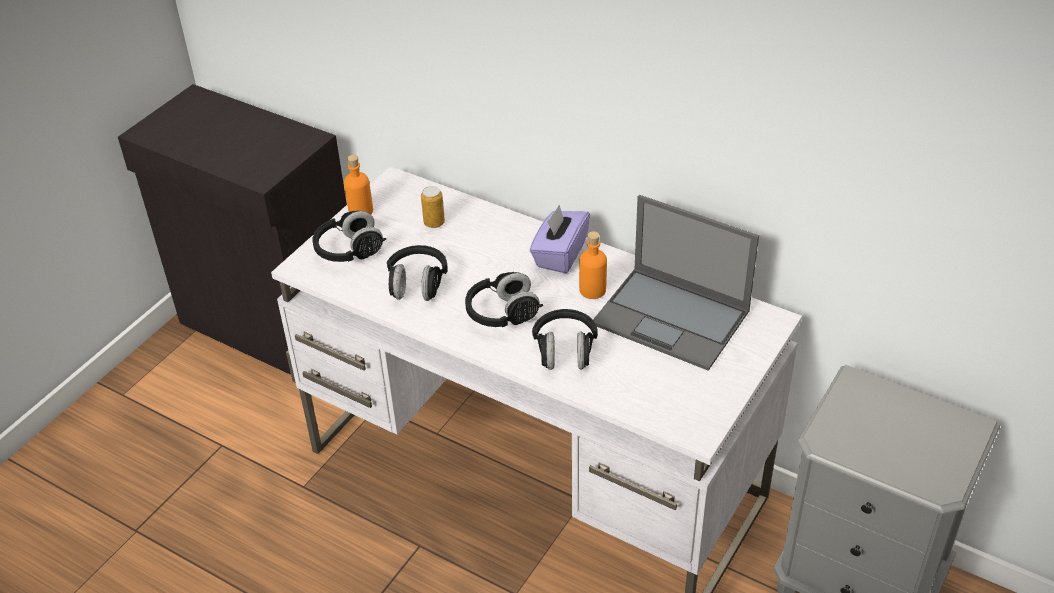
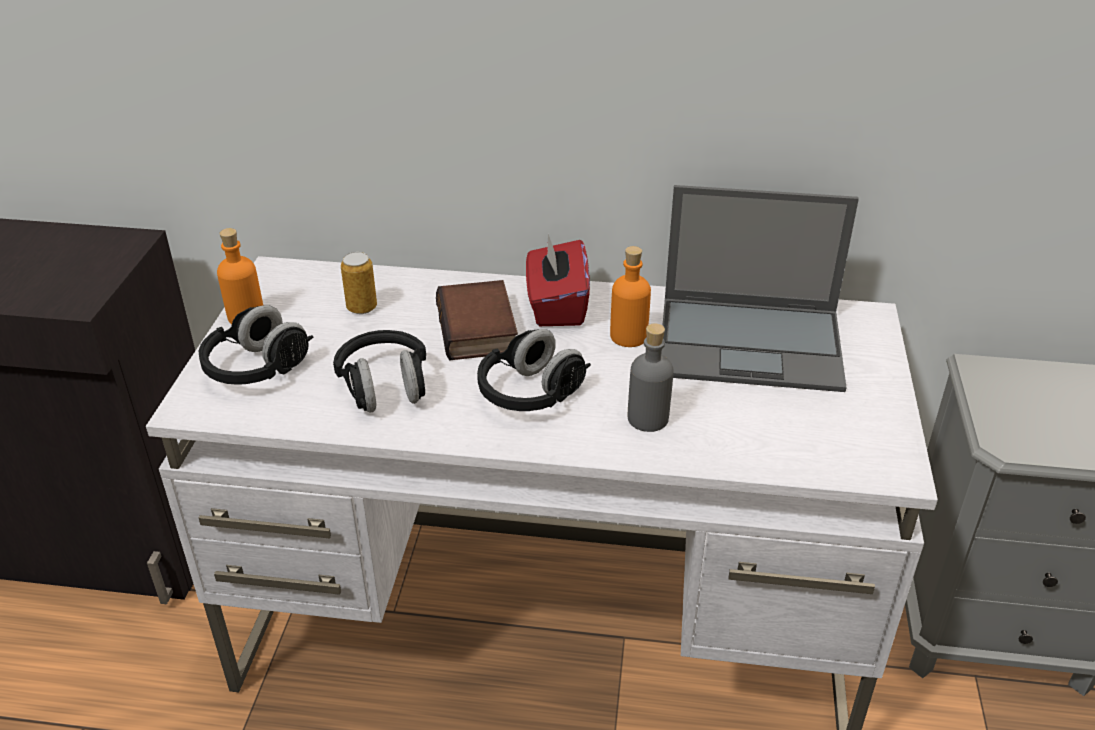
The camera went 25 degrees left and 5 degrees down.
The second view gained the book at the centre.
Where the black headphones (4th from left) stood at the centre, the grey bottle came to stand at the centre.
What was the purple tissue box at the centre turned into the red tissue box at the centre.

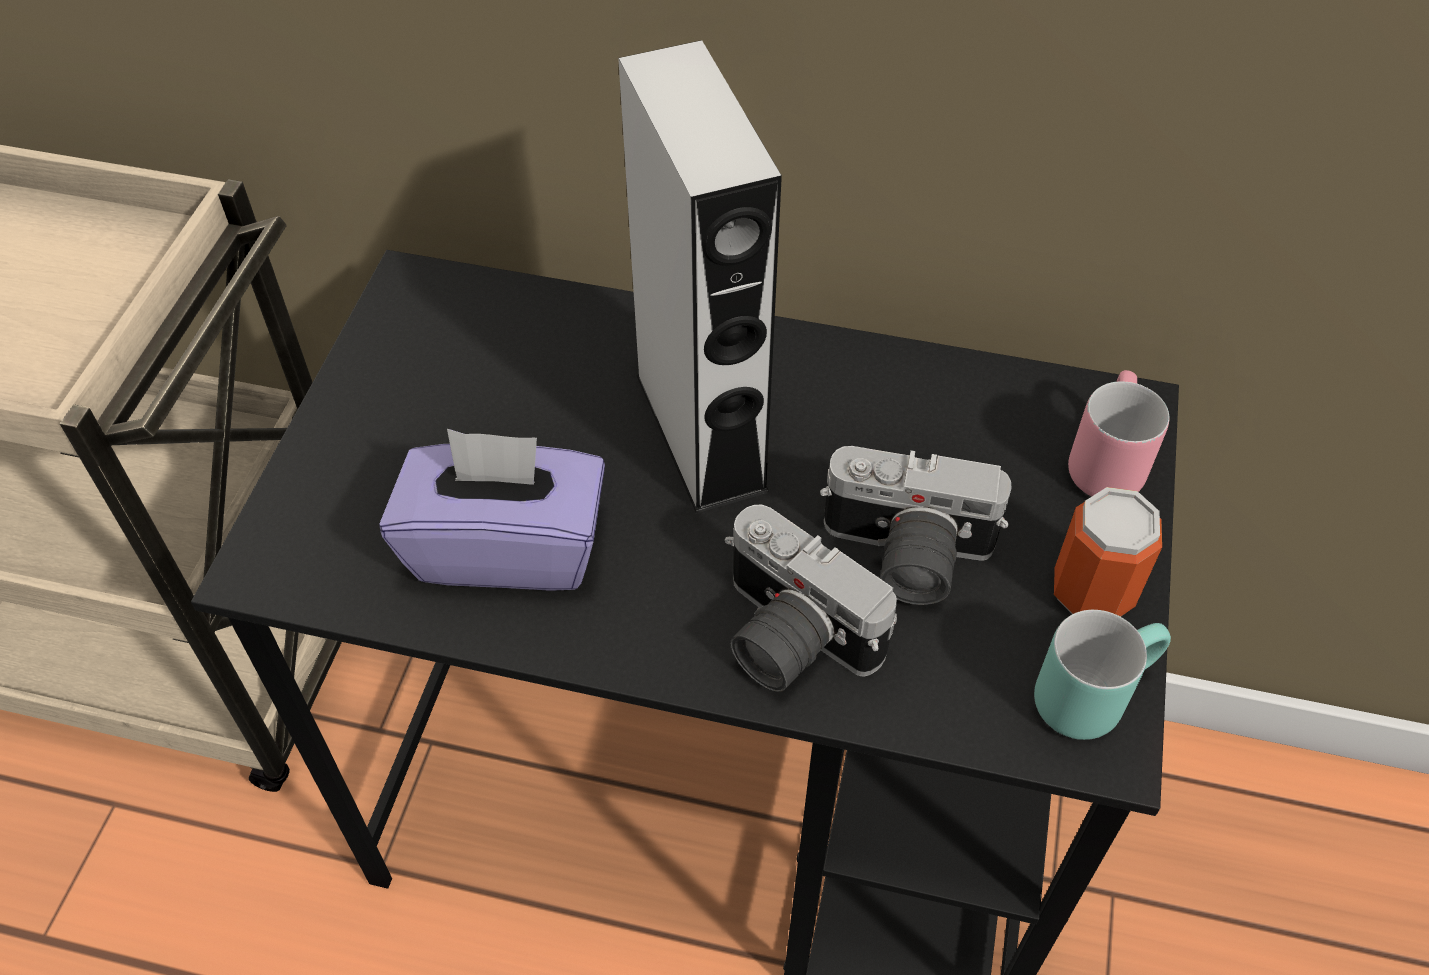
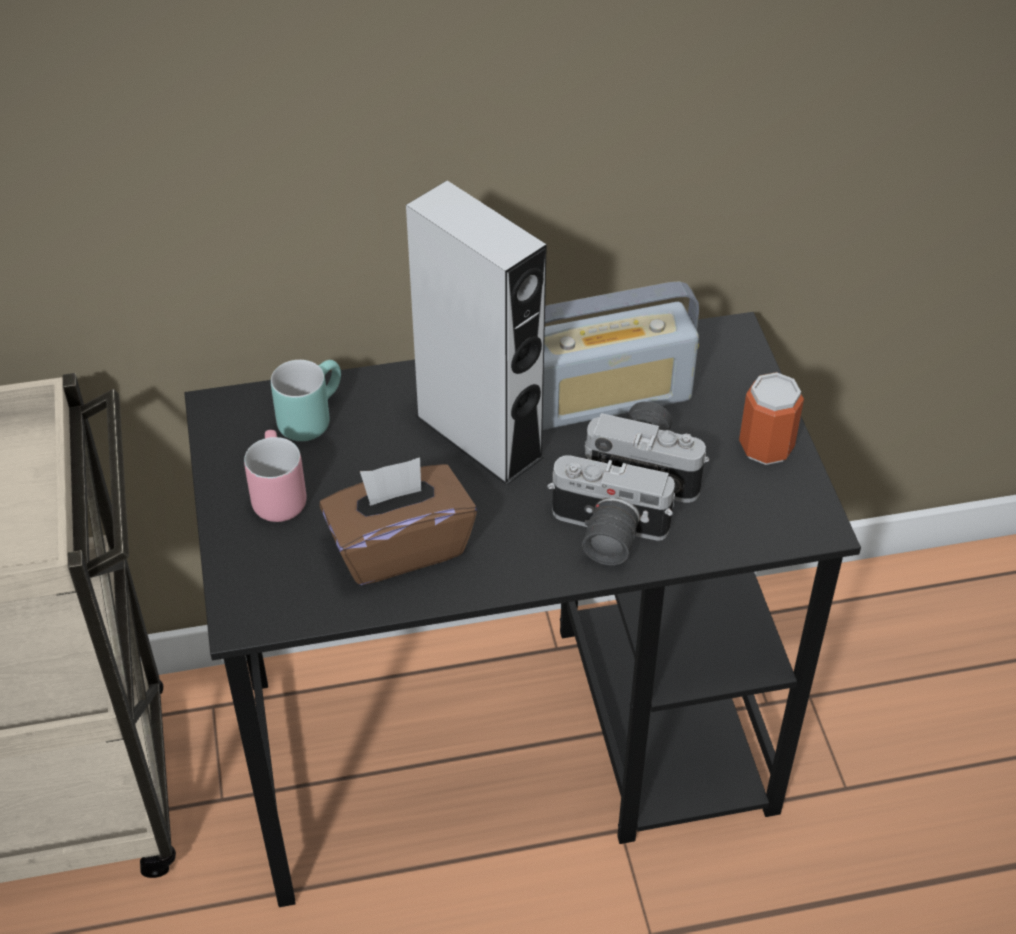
The camera went 25 degrees left and 5 degrees down.
The second view gained the radio at the centre.
The turquoise mug ended up elsewhere, having gone from the bottom right to the middle left.
The pink mug ended up elsewhere, having gone from the middle right to the middle left.
What was the purple tissue box at the centre turned into the brown tissue box at the centre.
The photo camera (2nd from left) at the centre ended up facing another way, 150 degrees counterclockwise from before.

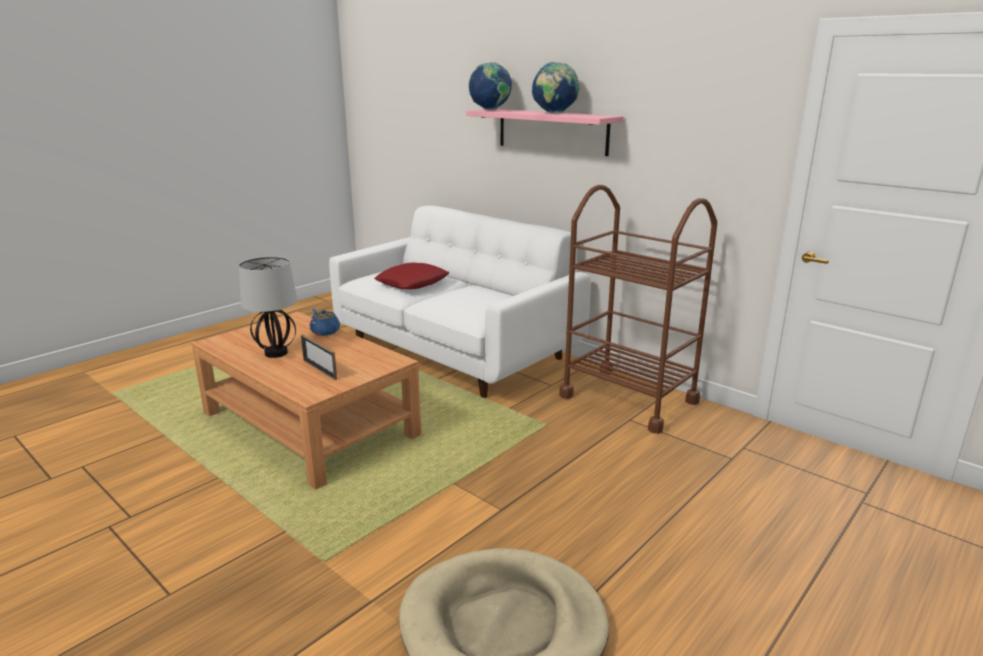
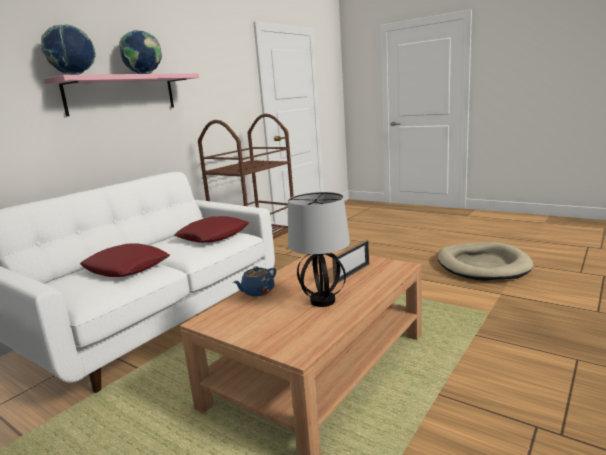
The camera went 95 degrees left and 5 degrees down.
The second view gained the red pillow (2nd from left) at the centre.

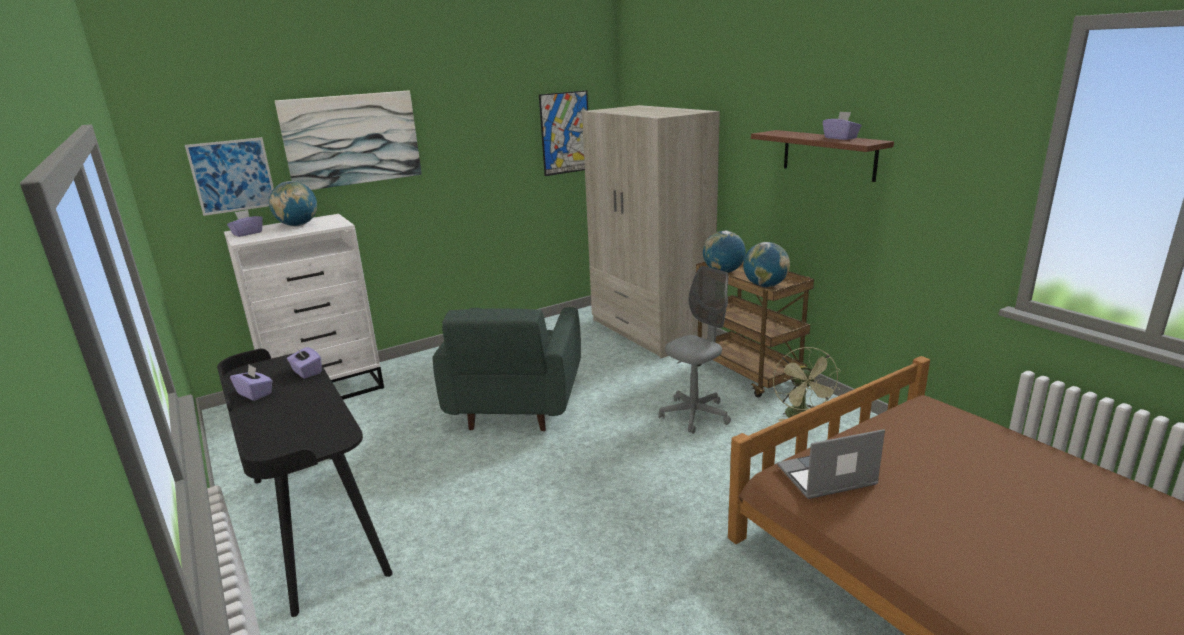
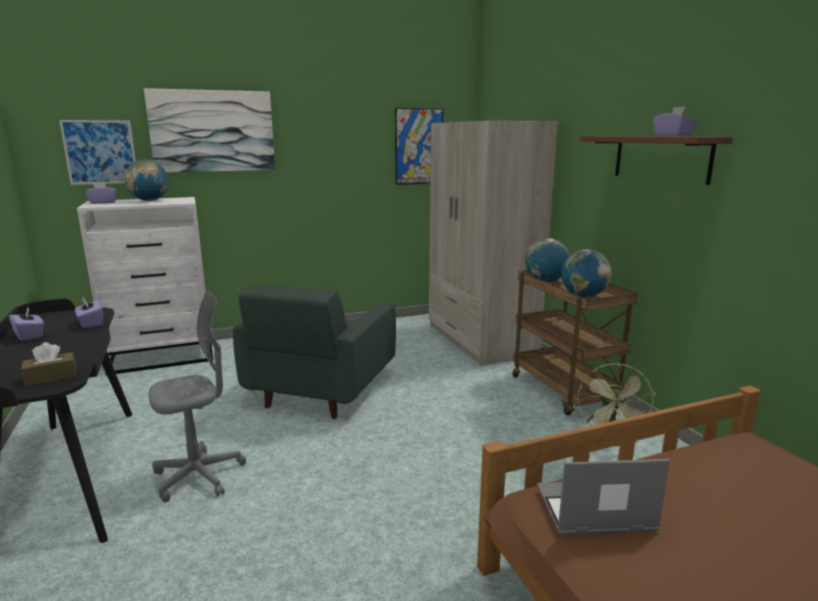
The camera went 10 degrees right and 5 degrees down.
The second view gained the brown tissue box at the middle left.
The grey office chair ended up elsewhere, having gone from the centre to the middle left.

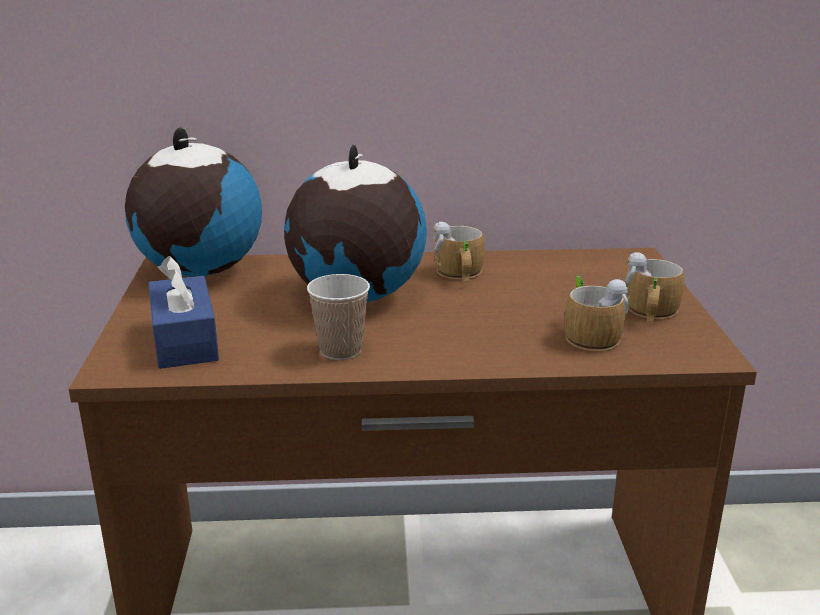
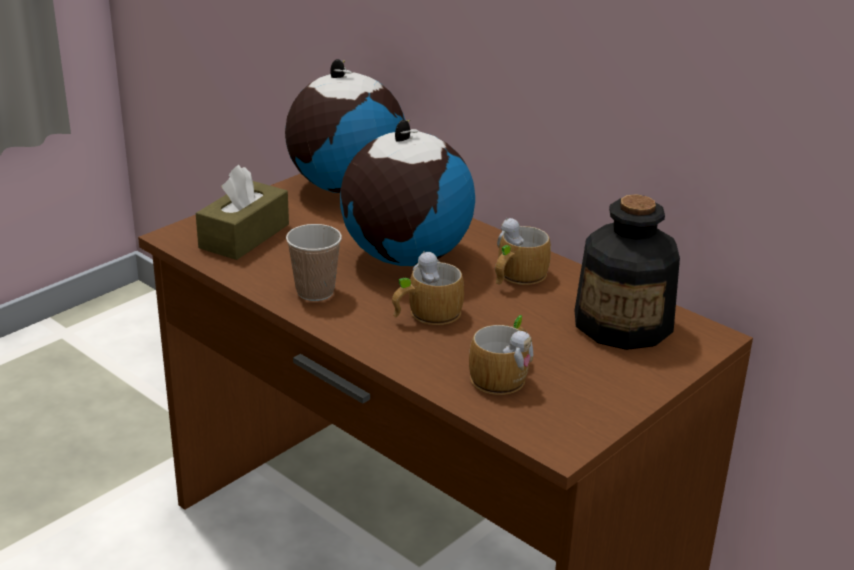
The camera went 45 degrees right and 5 degrees up.
The second view gained the bottle at the middle right.
The mug (3rd from left in the first image) ended up elsewhere, having gone from the middle right to the centre.
What was the blue tissue box at the middle left turned into the brown tissue box at the middle left.

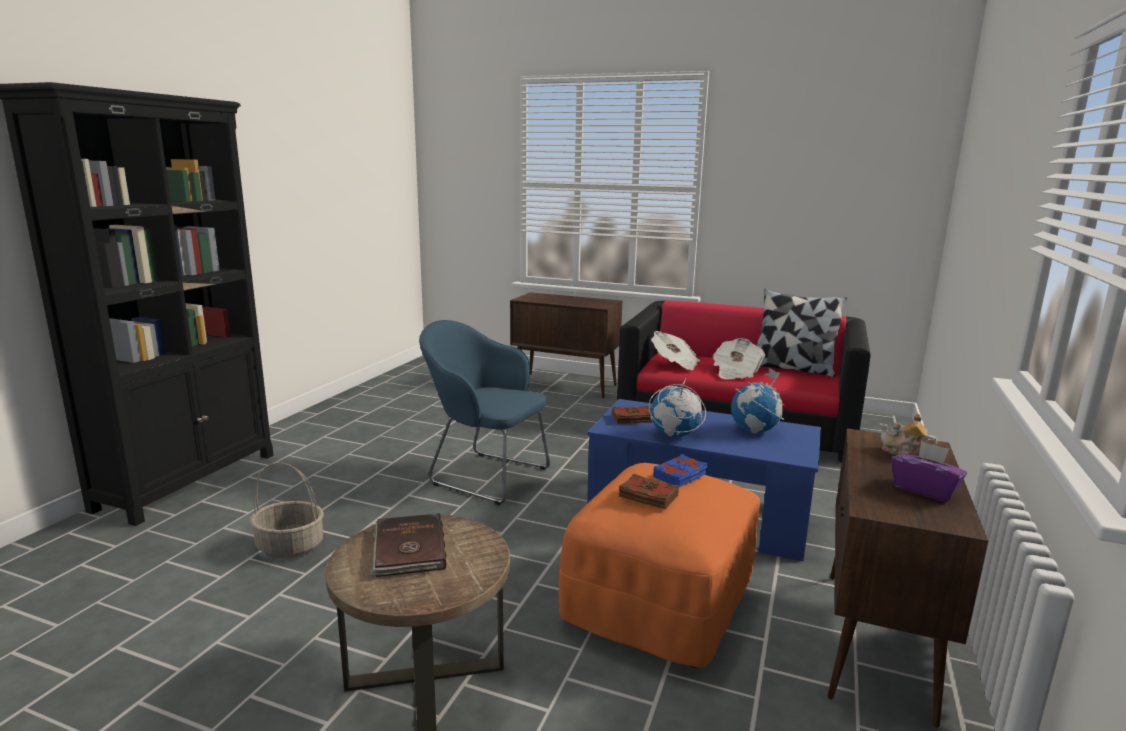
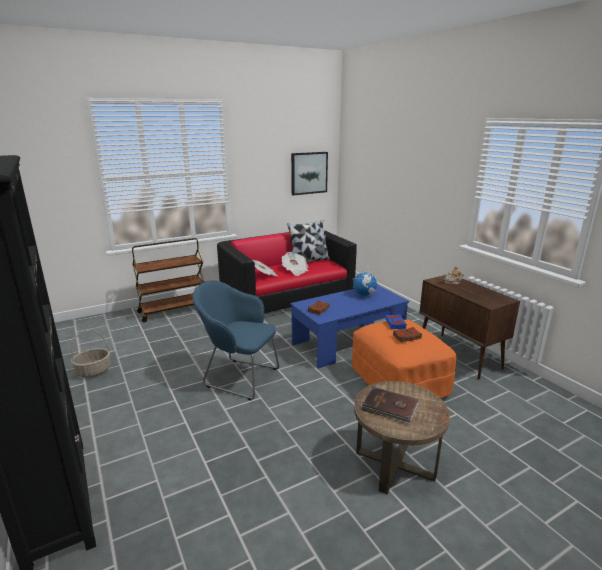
The camera went 50 degrees left and 5 degrees up.
The second view lost the globe (1st from left) at the centre.
The second view lost the purple tissue box at the middle right.
The second view gained the picture at the top centre.
The basket ended up elsewhere, having gone from the bottom left to the middle left.
Where the brown cabinet (1st from left) stood at the centre, the brown cart came to stand at the middle left.
The blue armchair at the centre ended up facing another way, 45 degrees clockwise from before.

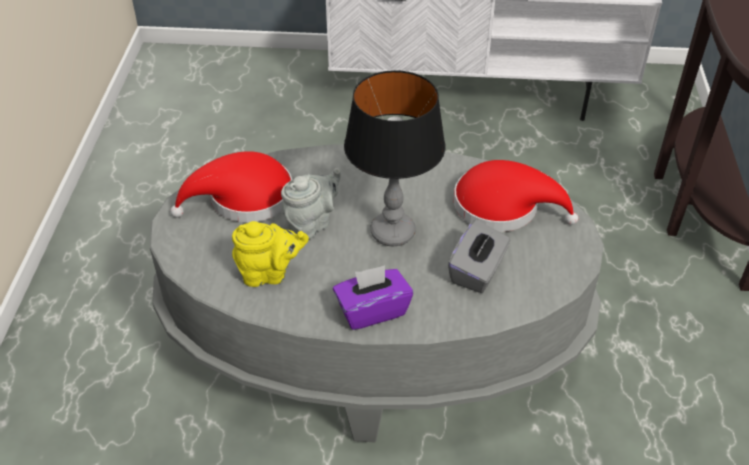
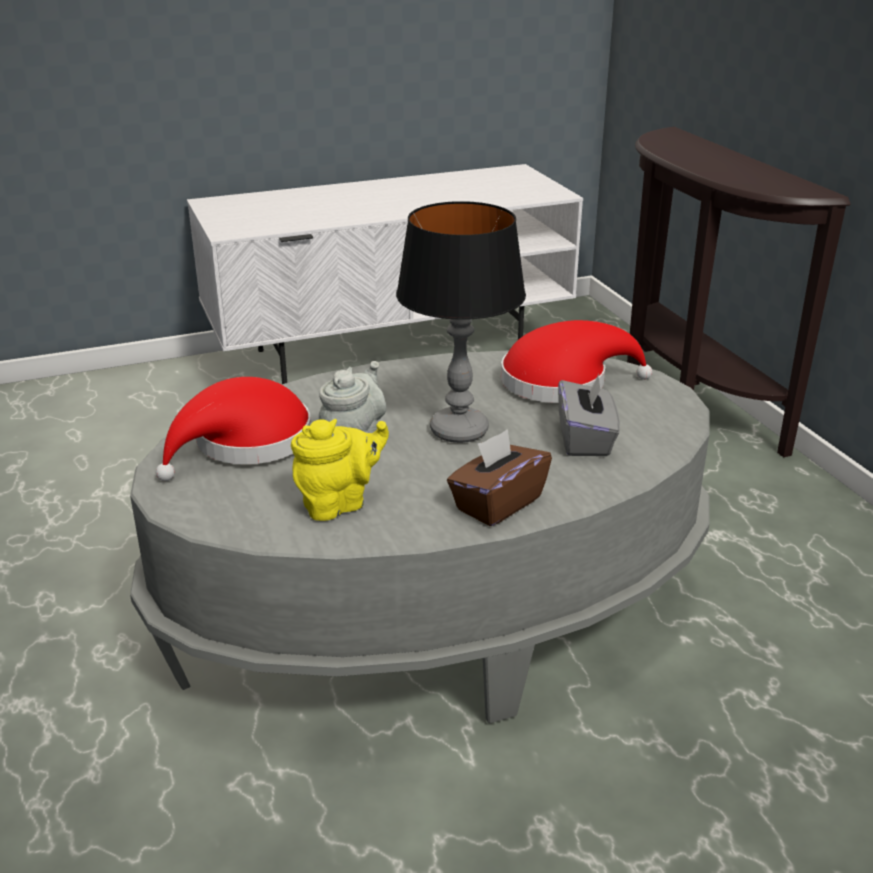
The camera went 25 degrees left and 15 degrees down.
What was the purple tissue box at the centre turned into the brown tissue box at the centre.

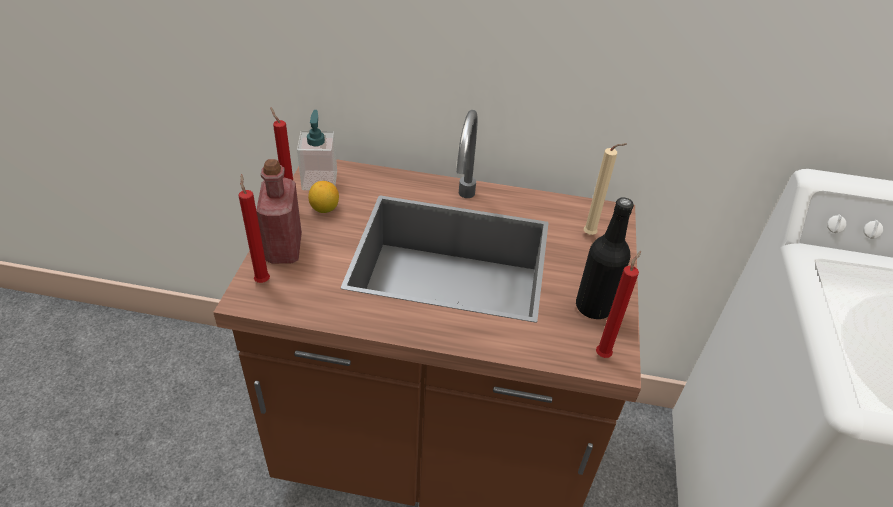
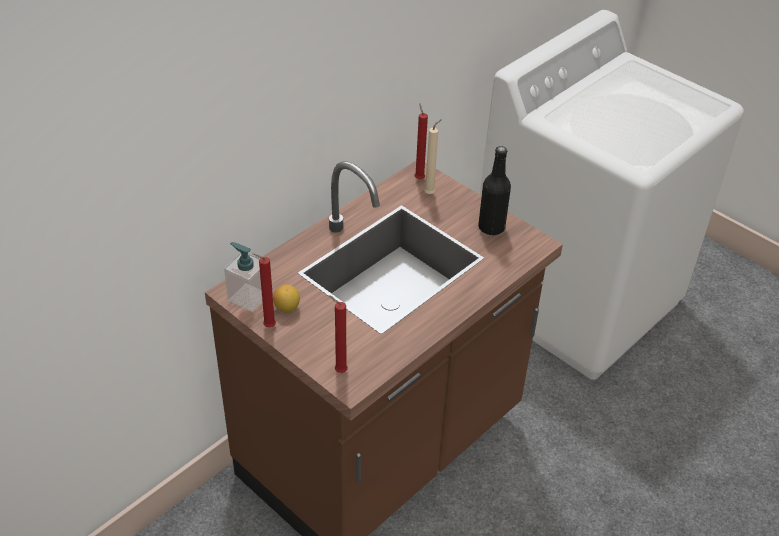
The camera went 55 degrees left and 0 degrees up.
The second view lost the red bottle at the middle left.
The red candle (3rd from left) ended up elsewhere, having gone from the middle right to the top centre.

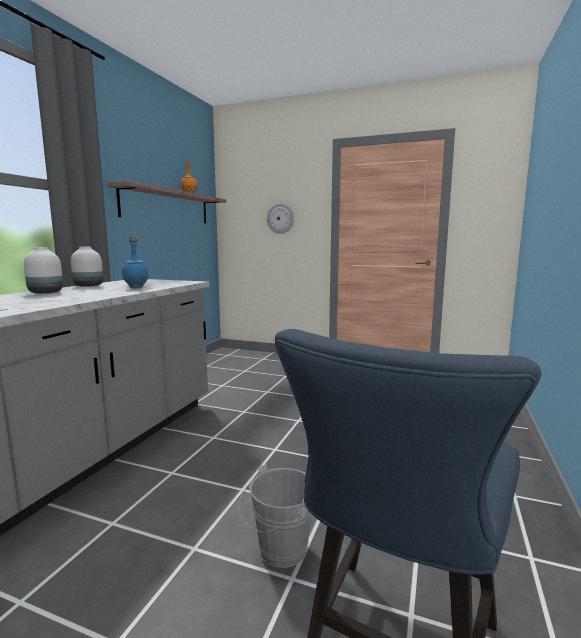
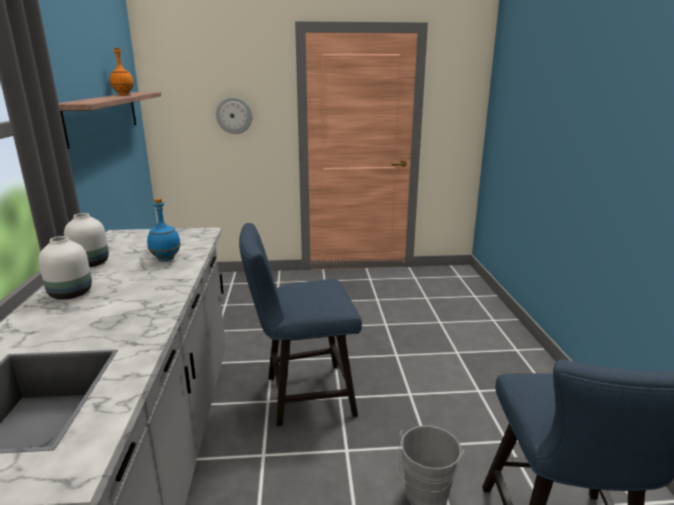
The camera went 25 degrees left and 10 degrees up.
The second view gained the blue chair (1st from left) at the centre.

